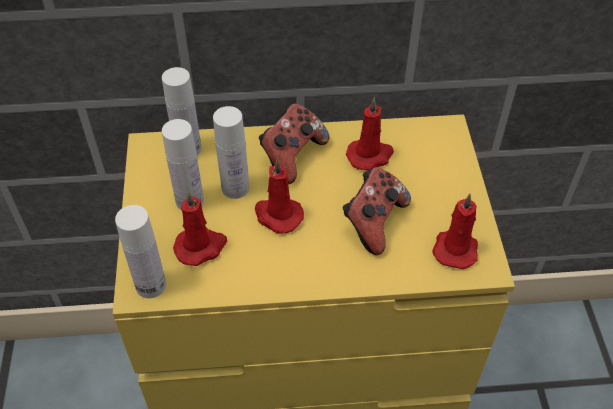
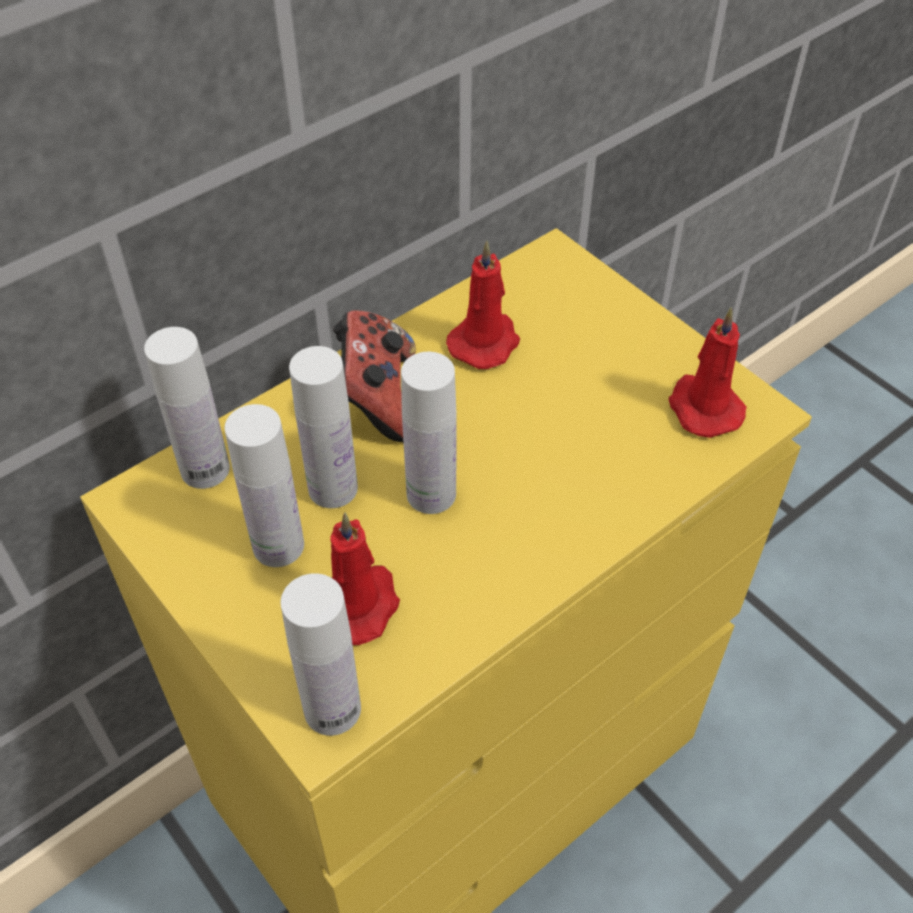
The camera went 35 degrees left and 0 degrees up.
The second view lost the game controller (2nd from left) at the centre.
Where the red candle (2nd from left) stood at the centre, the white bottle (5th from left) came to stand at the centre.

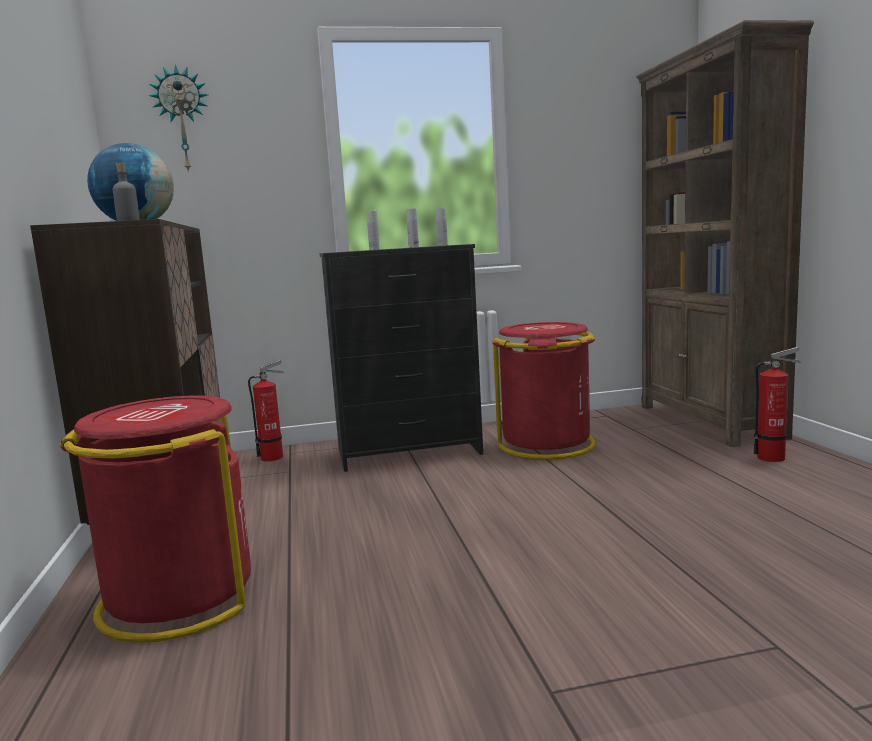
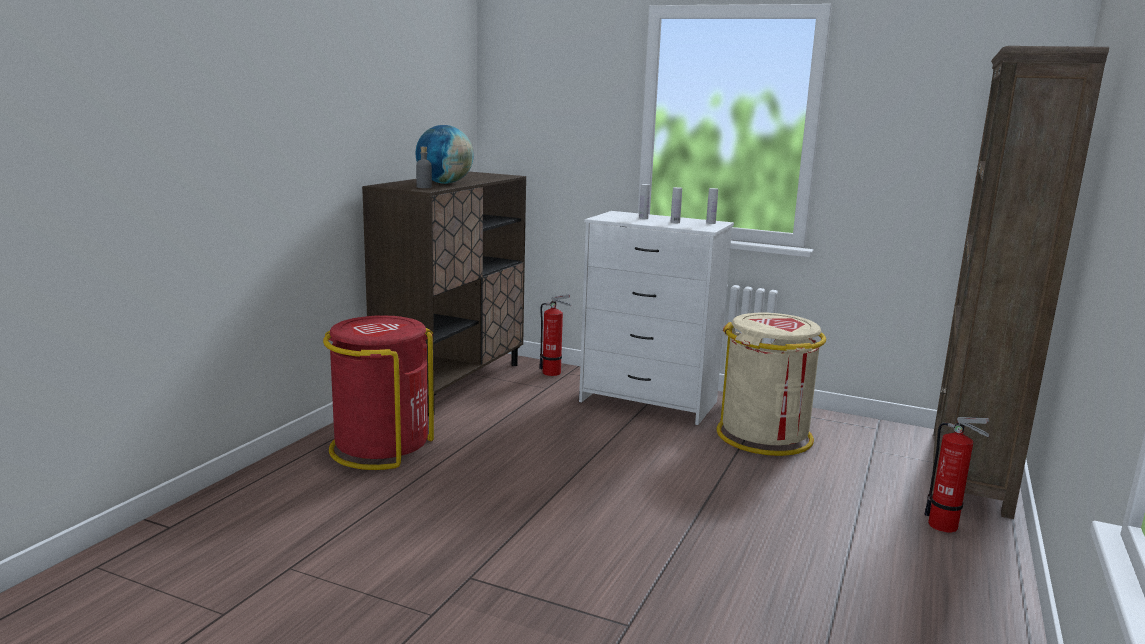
The camera went 35 degrees right and 5 degrees up.
The second view lost the wall clock at the top left.
What was the black dresser at the centre turned into the white dresser at the centre.
What was the red trash can (2nd from left) at the centre turned into the beige trash can at the middle right.

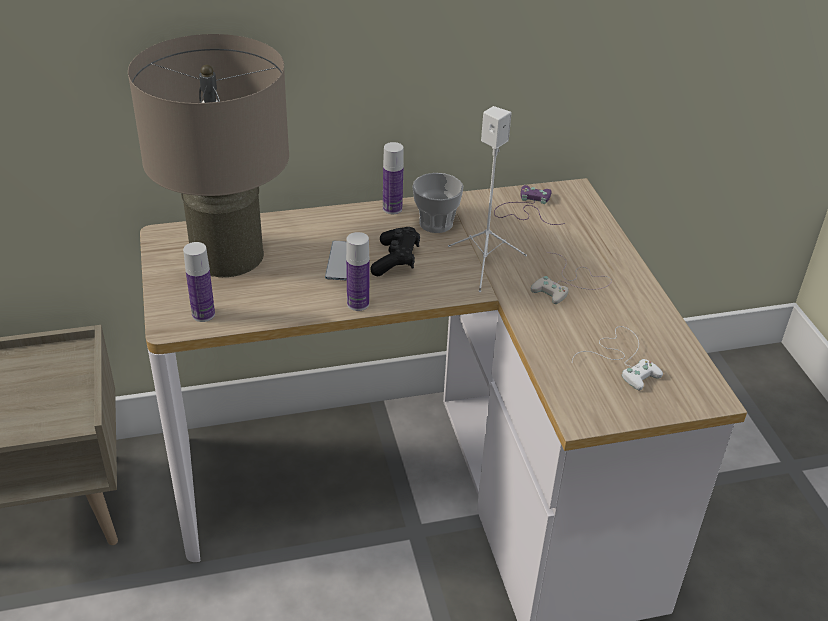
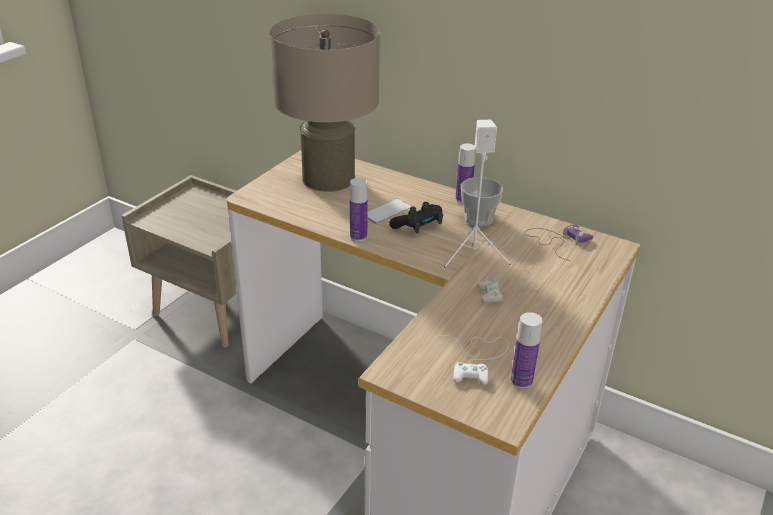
The camera went 45 degrees right and 5 degrees down.
The bottle (1st from left in the first image) ended up elsewhere, having gone from the middle left to the bottom right.

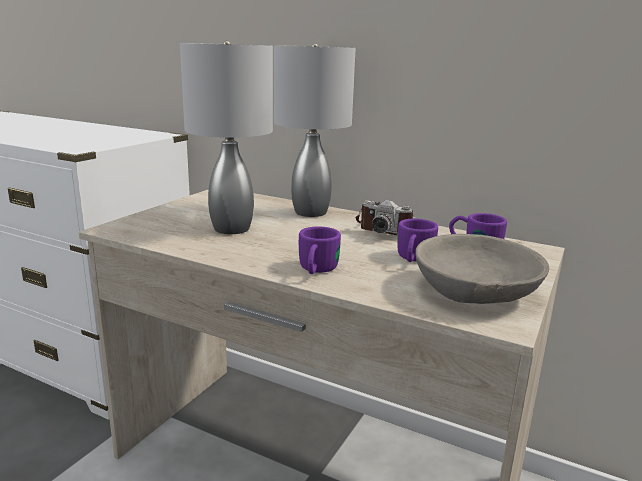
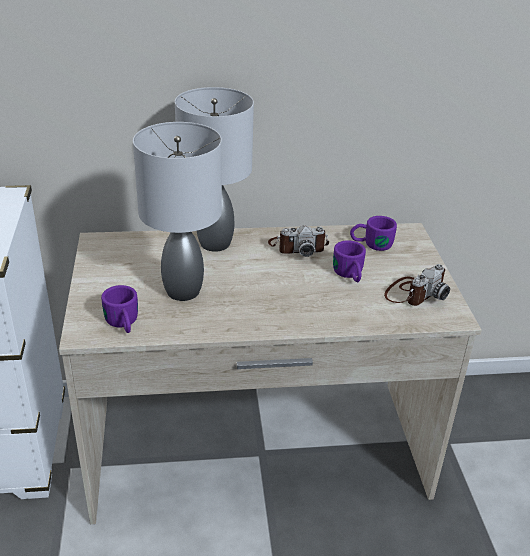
The camera went 35 degrees left and 15 degrees up.
The purple mug (1st from left) ended up elsewhere, having gone from the centre to the middle left.
Where the grey bowl stood at the middle right, the photo camera (2nd from left) came to stand at the middle right.

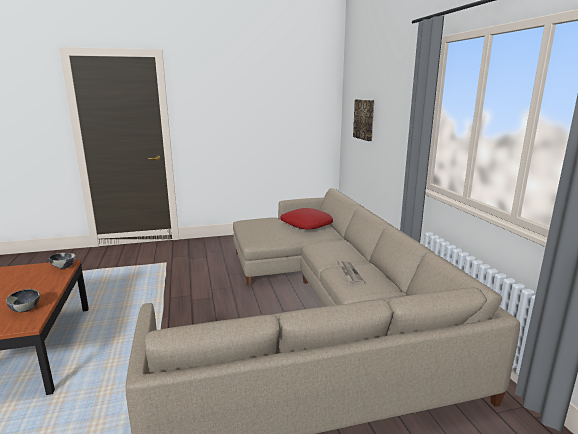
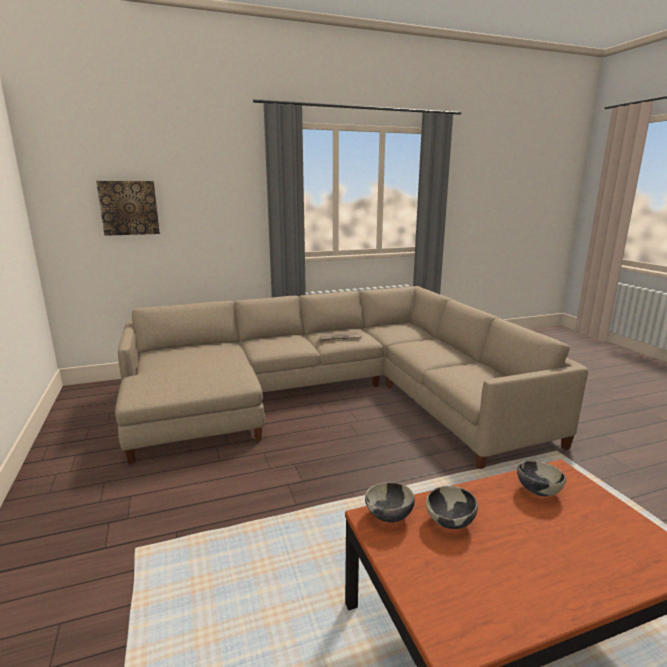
The camera went 95 degrees left and 0 degrees up.
The second view lost the red pillow at the centre.
The second view gained the bowl (2nd from left) at the bottom right.

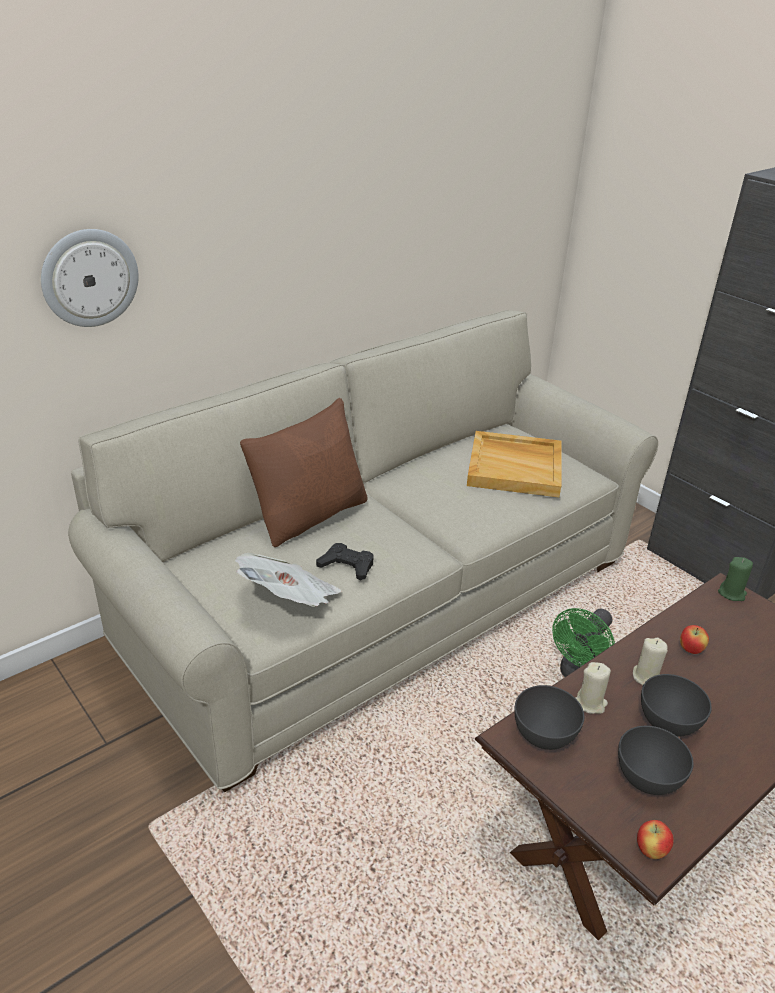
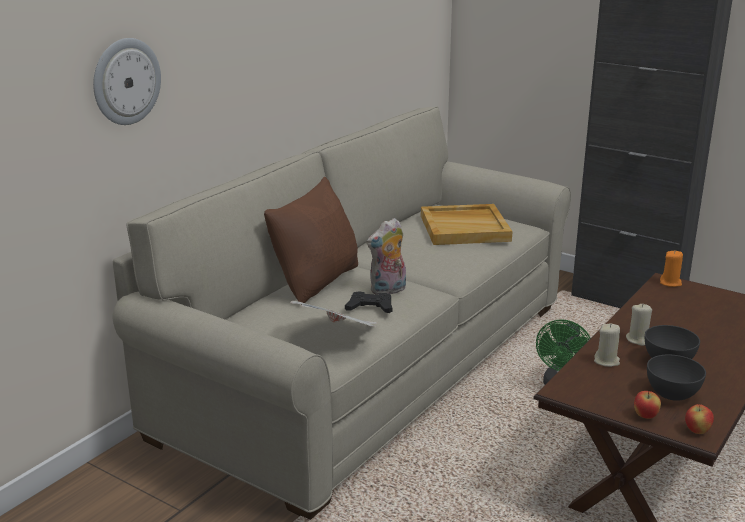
The camera went 15 degrees left and 10 degrees down.
The second view lost the grey bowl (1st from left) at the bottom right.
The second view gained the plush toy at the centre.
The apple (2nd from left in the first image) ended up elsewhere, having gone from the middle right to the bottom right.
What was the green candle at the middle right turned into the orange candle at the middle right.

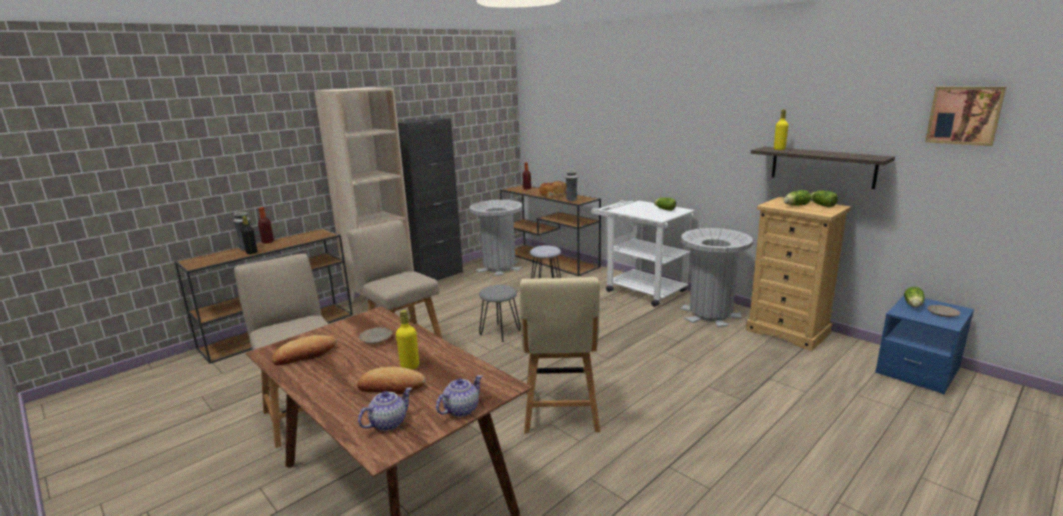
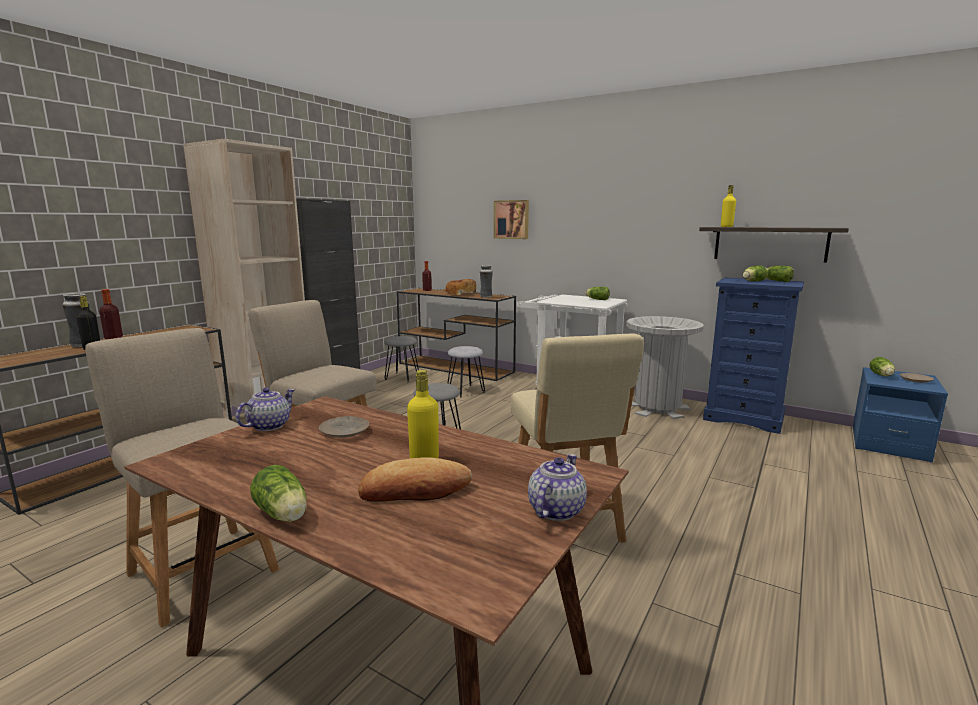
The camera went 15 degrees left and 5 degrees down.
The second view lost the bread (1st from left) at the bottom left.
The second view gained the lettuce (1st from left) at the bottom left.
The teapot (1st from left) ended up elsewhere, having gone from the bottom centre to the middle left.
The picture ended up elsewhere, having gone from the top right to the top centre.
Where the grey trash can (1st from left) stood at the centre, the grey stool (1st from left) came to stand at the centre.
What was the beige dresser at the middle right turned into the blue dresser at the middle right.

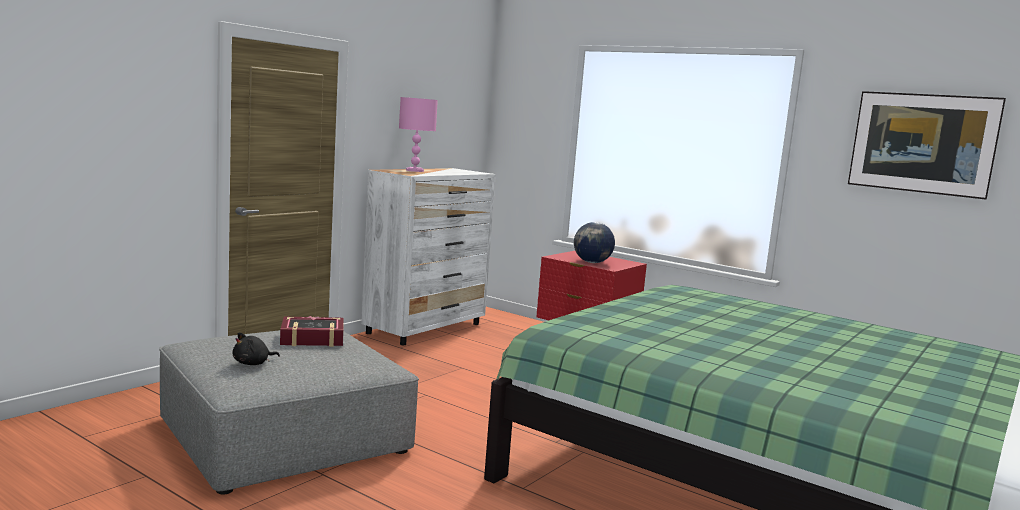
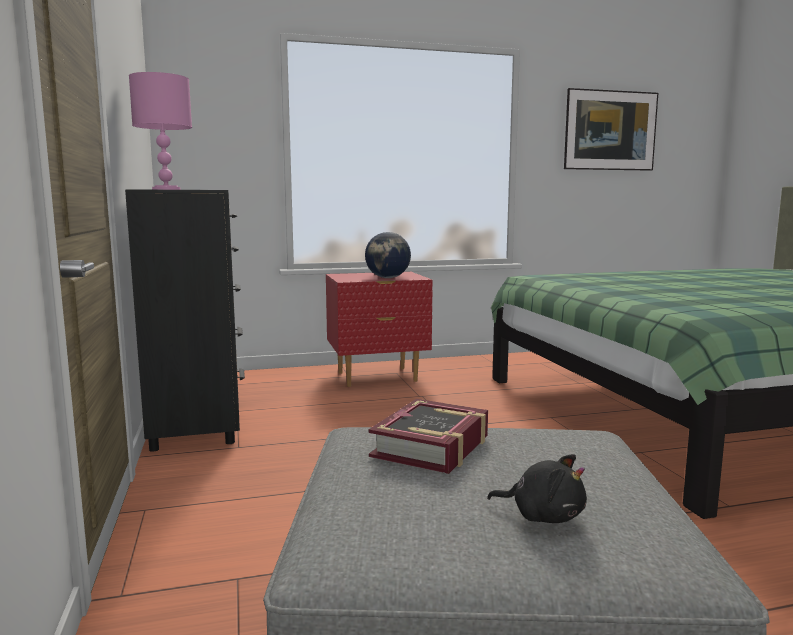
The camera went 50 degrees left and 0 degrees up.
What was the white dresser at the centre turned into the black dresser at the middle left.
The black plush toy at the bottom left ended up facing another way, 60 degrees counterclockwise from before.

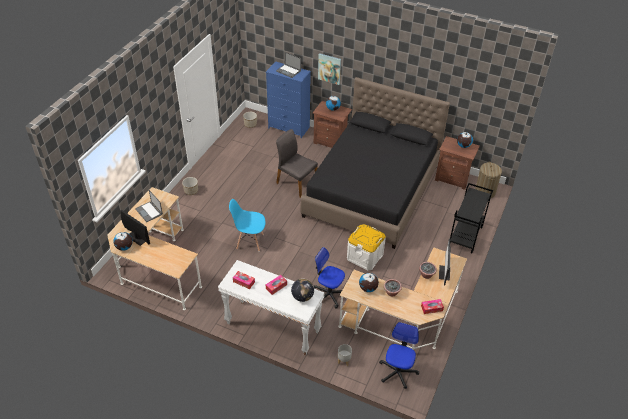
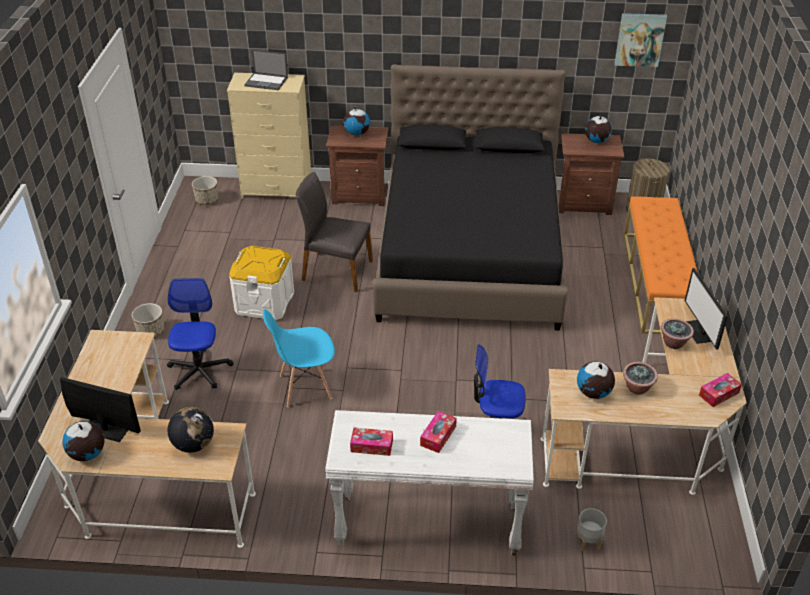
The camera went 20 degrees left and 5 degrees down.
The second view lost the laptop (1st from left) at the middle left.
The globe (2nd from left) ended up elsewhere, having gone from the bottom centre to the bottom left.
The picture ended up elsewhere, having gone from the top centre to the top right.
The white storage box ended up elsewhere, having gone from the centre to the middle left.
The office chair (2nd from left in the first image) ended up elsewhere, having gone from the bottom centre to the middle left.
Where the black cart stood at the middle right, the orange bench came to stand at the middle right.
What was the blue dresser at the top centre turned into the beige dresser at the top left.

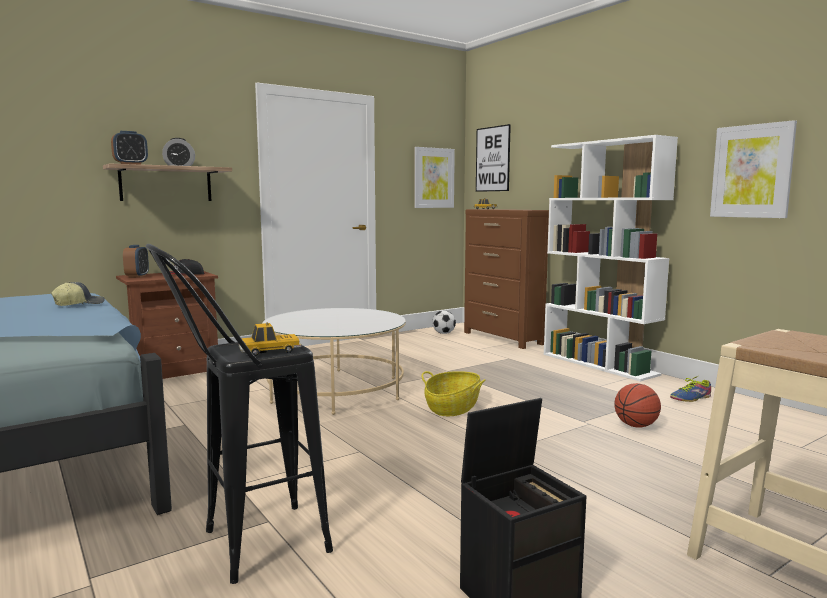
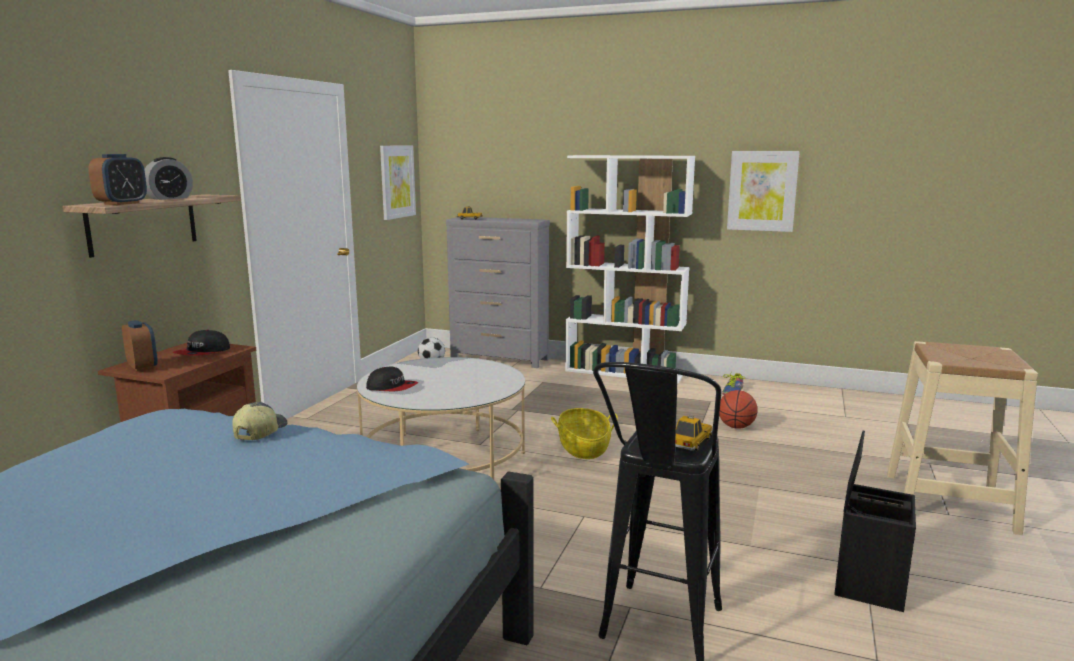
The camera went 35 degrees left and 5 degrees up.
The second view lost the picture (2nd from left) at the top centre.
The second view gained the cap (3rd from left) at the centre.
What was the brown dresser at the centre turned into the grey dresser at the centre.

